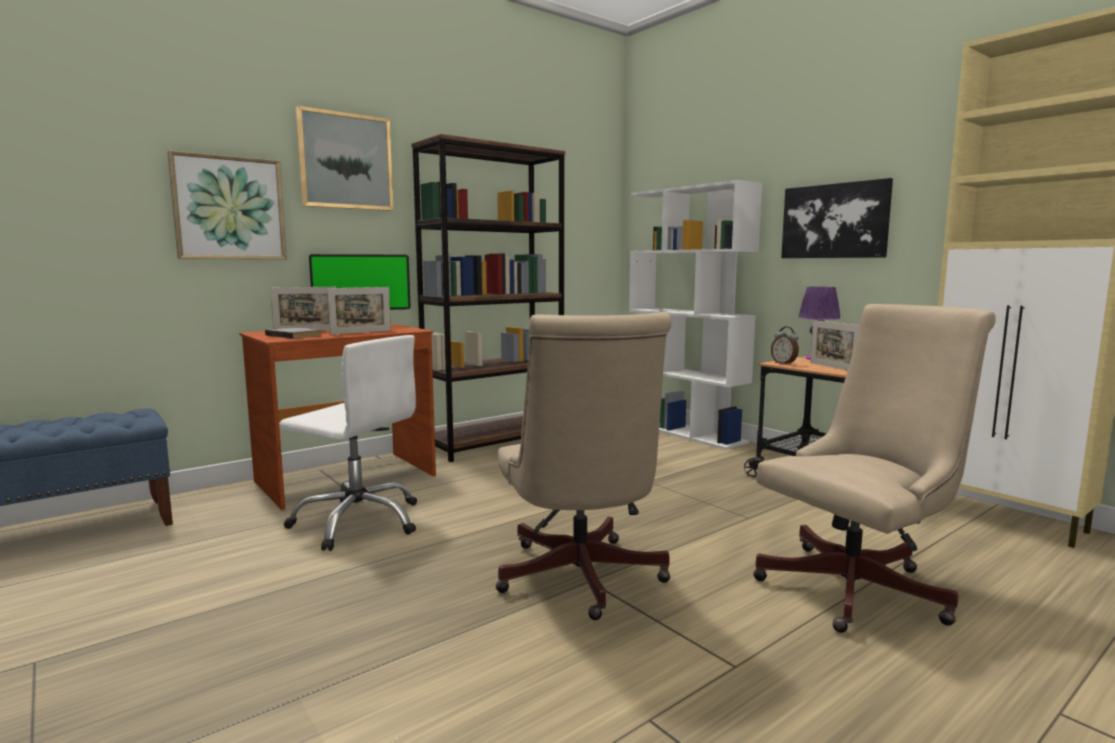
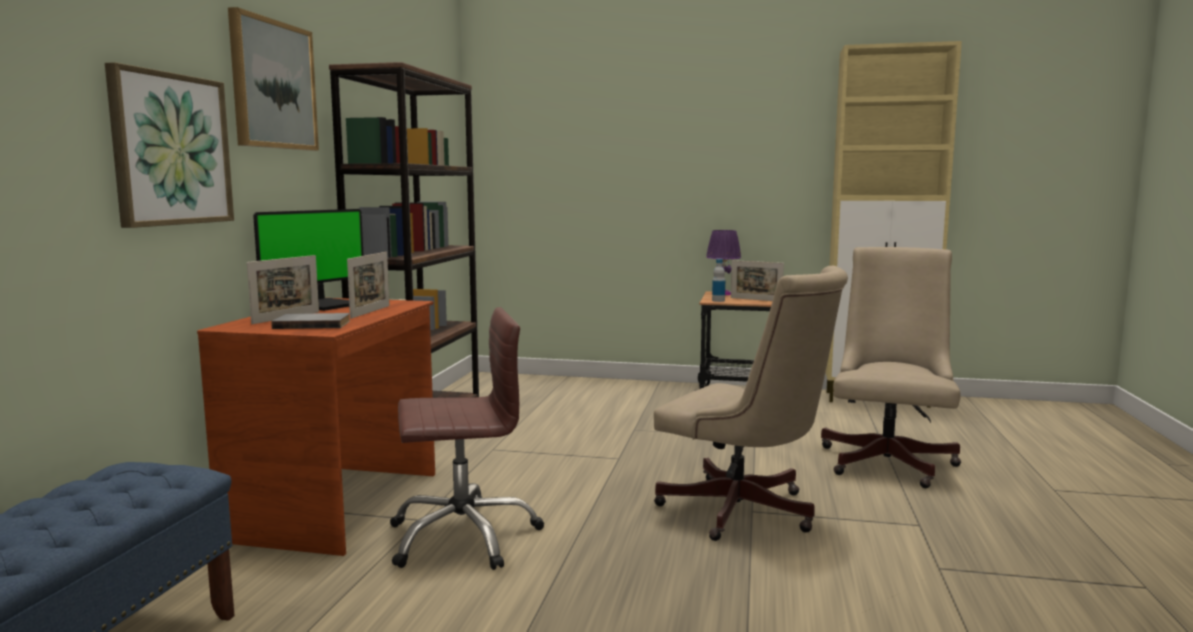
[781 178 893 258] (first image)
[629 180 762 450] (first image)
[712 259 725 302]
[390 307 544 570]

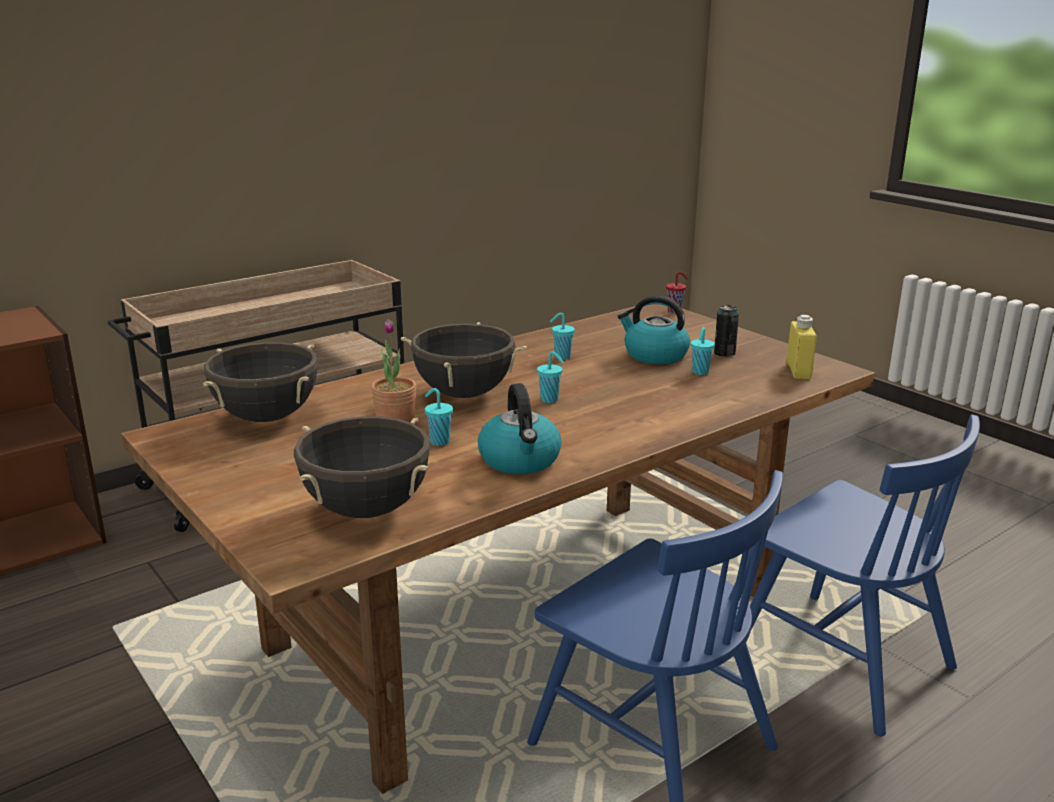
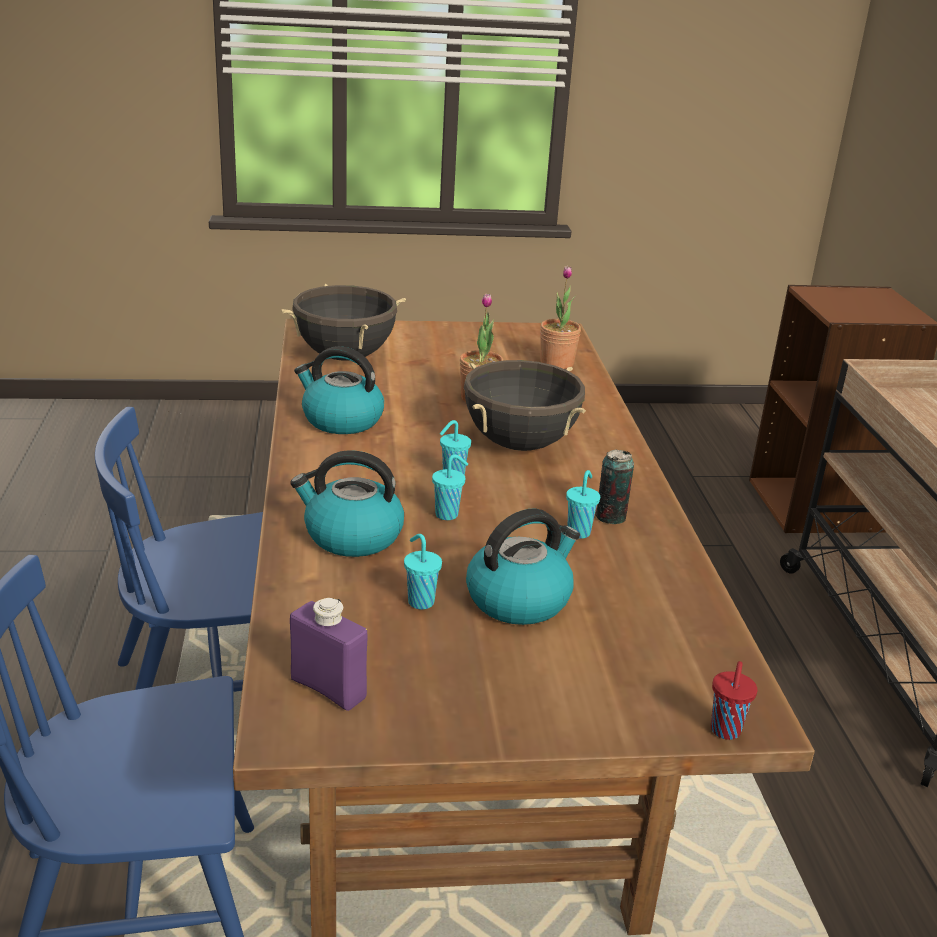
[595 449 634 524]
[290 598 367 711]
[540 266 581 369]
[432 454 468 520]
[290 450 404 557]

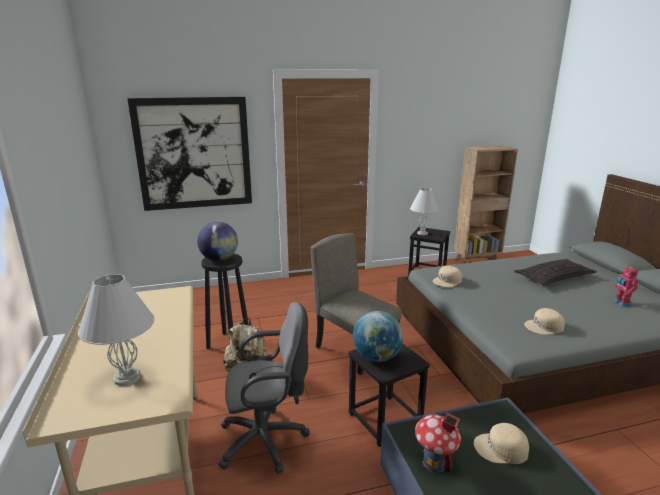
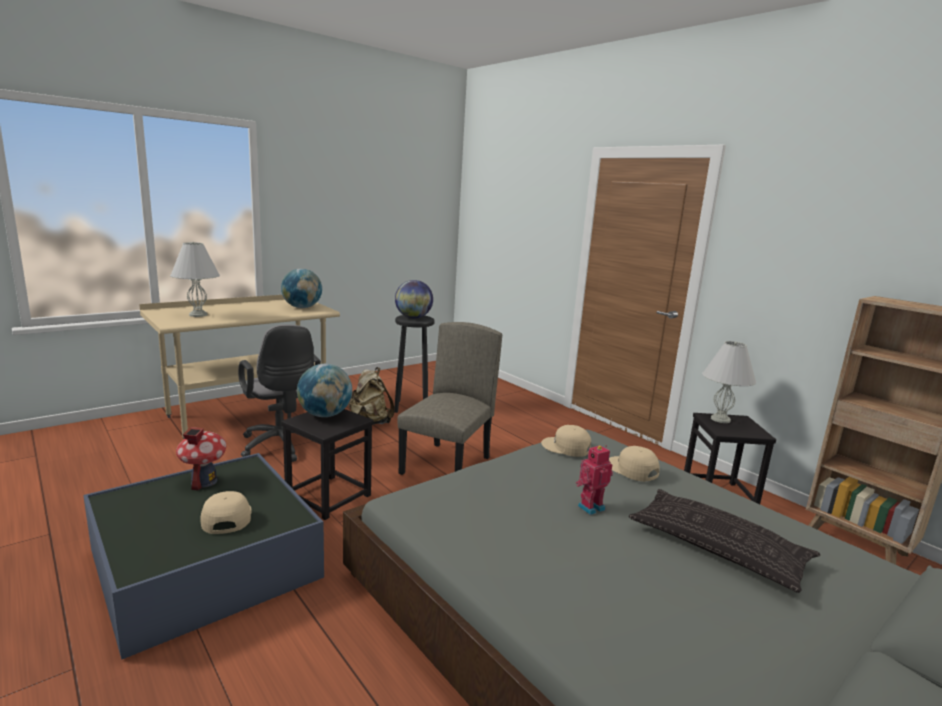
[128 97 252 211] (first image)
[576 445 613 515]
[609 446 659 482]
[281 268 322 308]

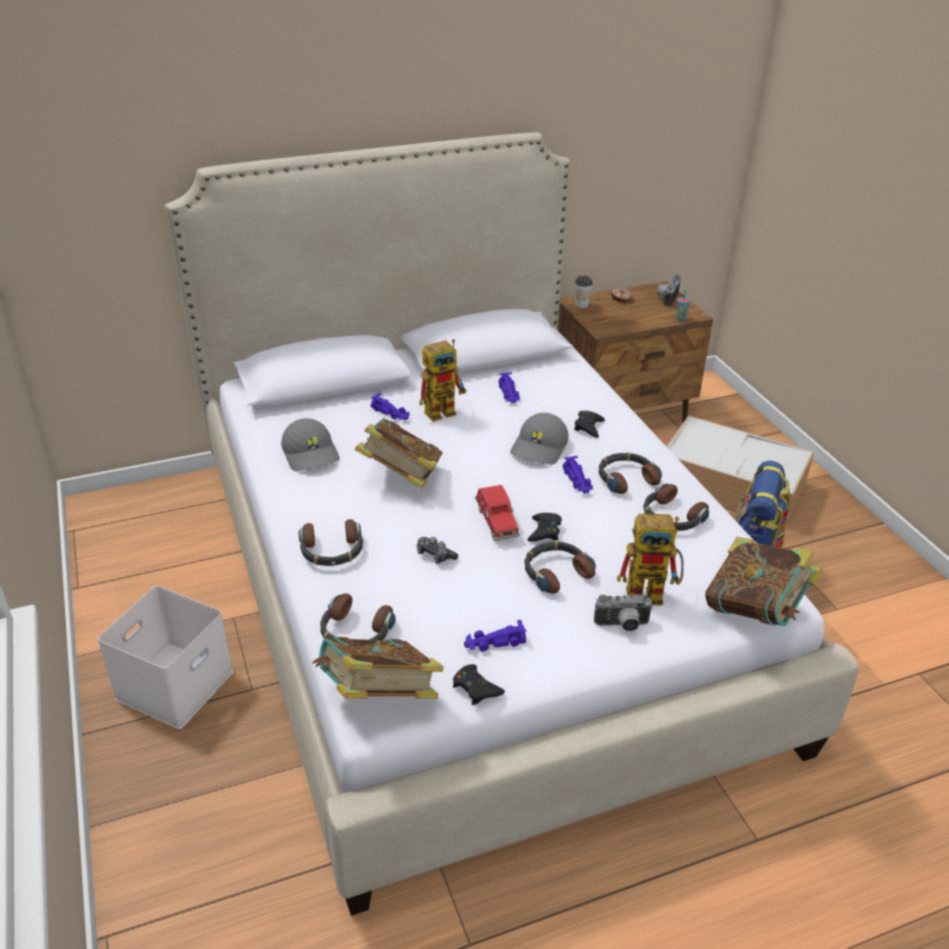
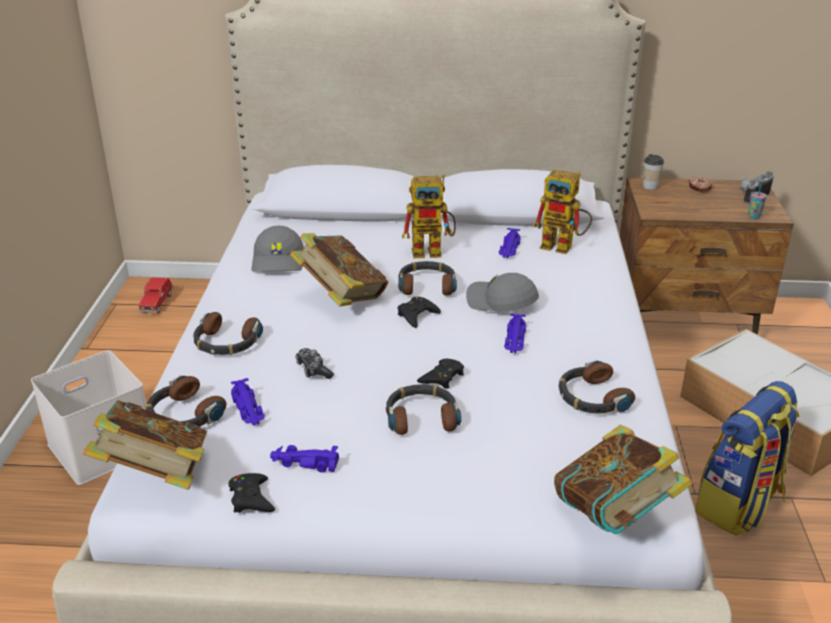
[231 378 265 425]
[398 296 441 328]
[466 273 539 312]
[398 261 457 296]
[138 277 174 313]
[533 169 592 254]
[594 594 653 632] (first image)

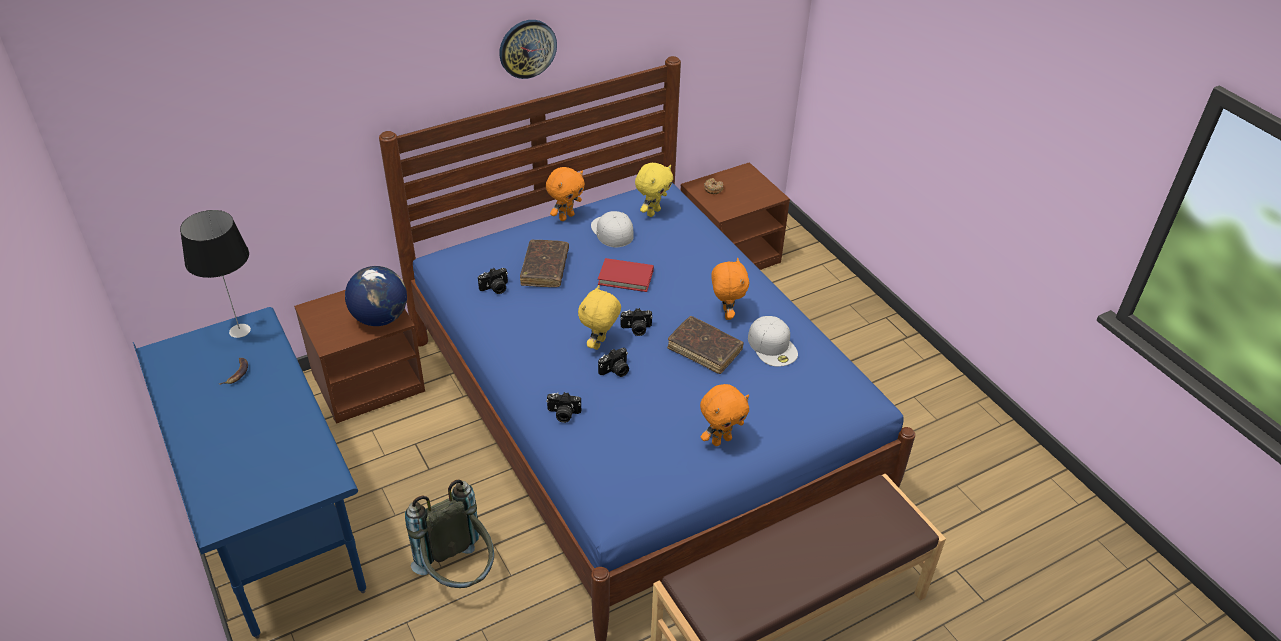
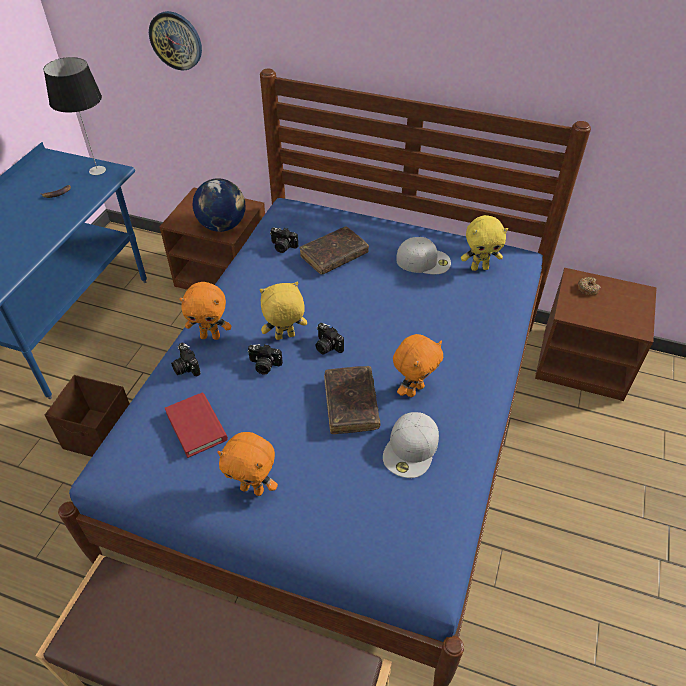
[149 11 202 70]
[179 282 231 340]
[396 237 451 274]
[165 392 228 458]
[45 375 130 457]

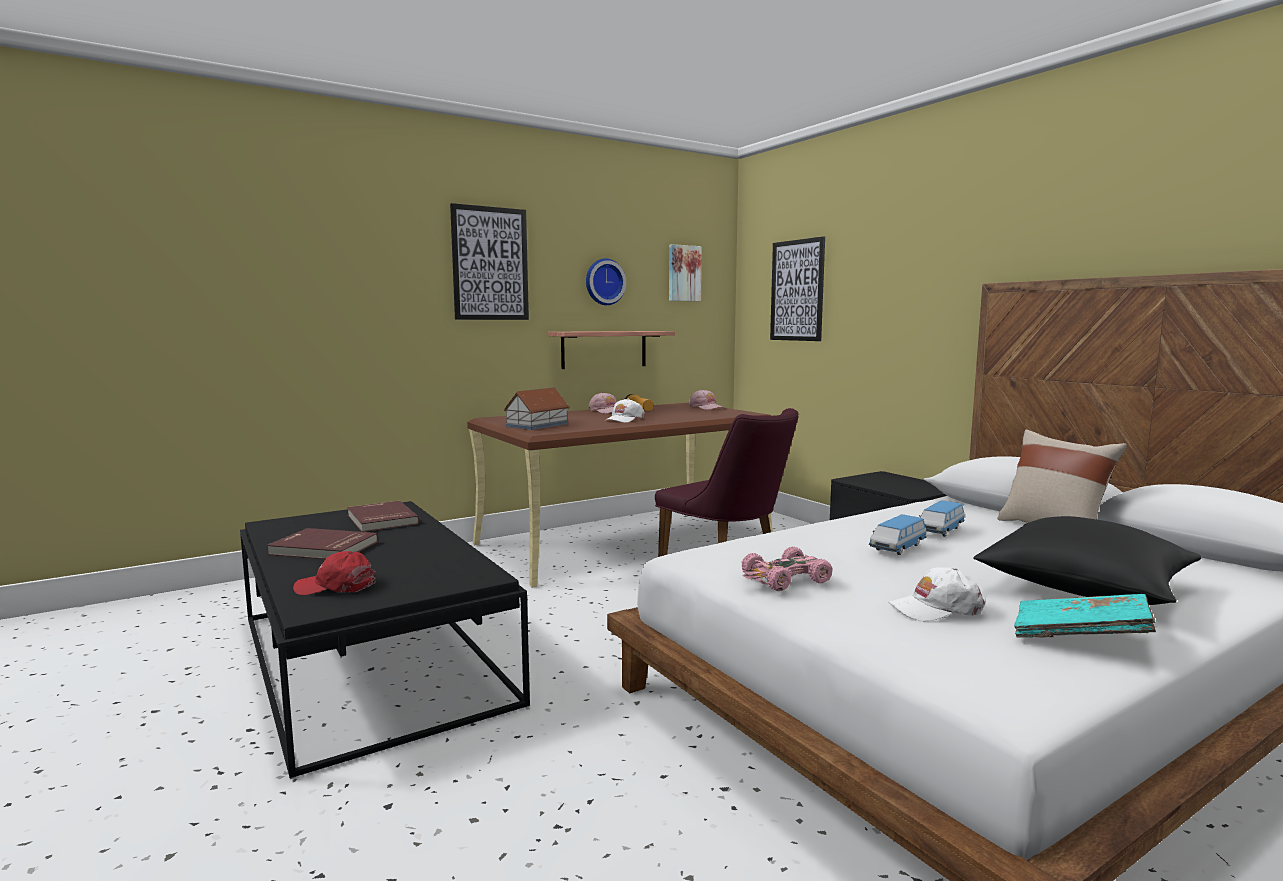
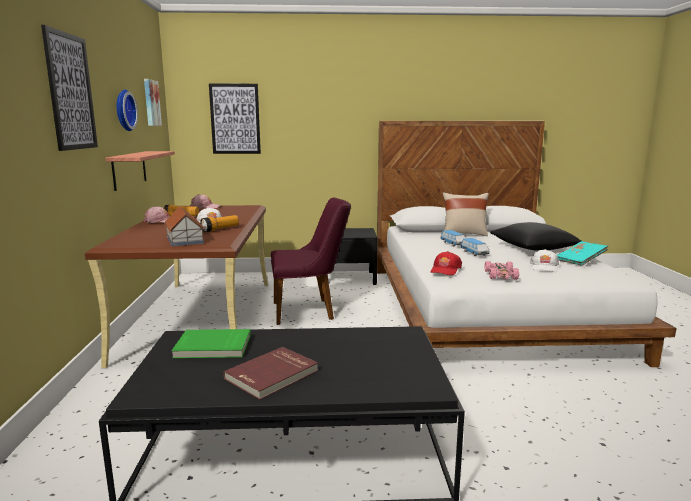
[171 329 251 358]
[430 251 462 275]
[200 215 239 232]

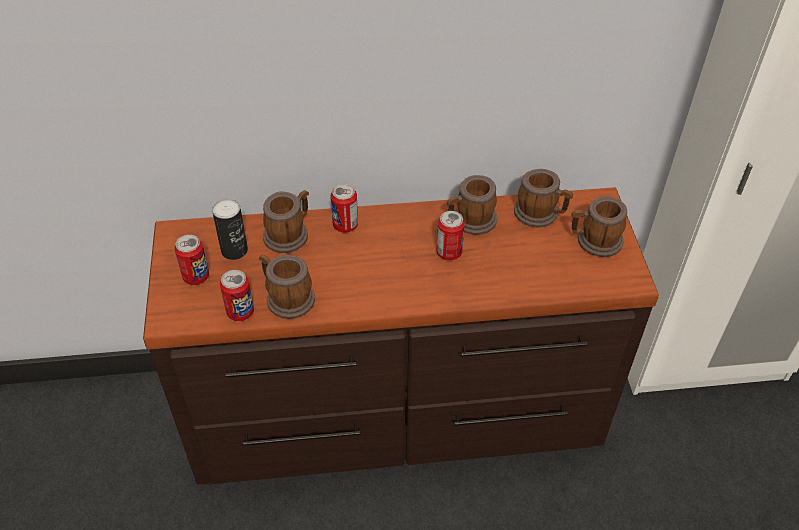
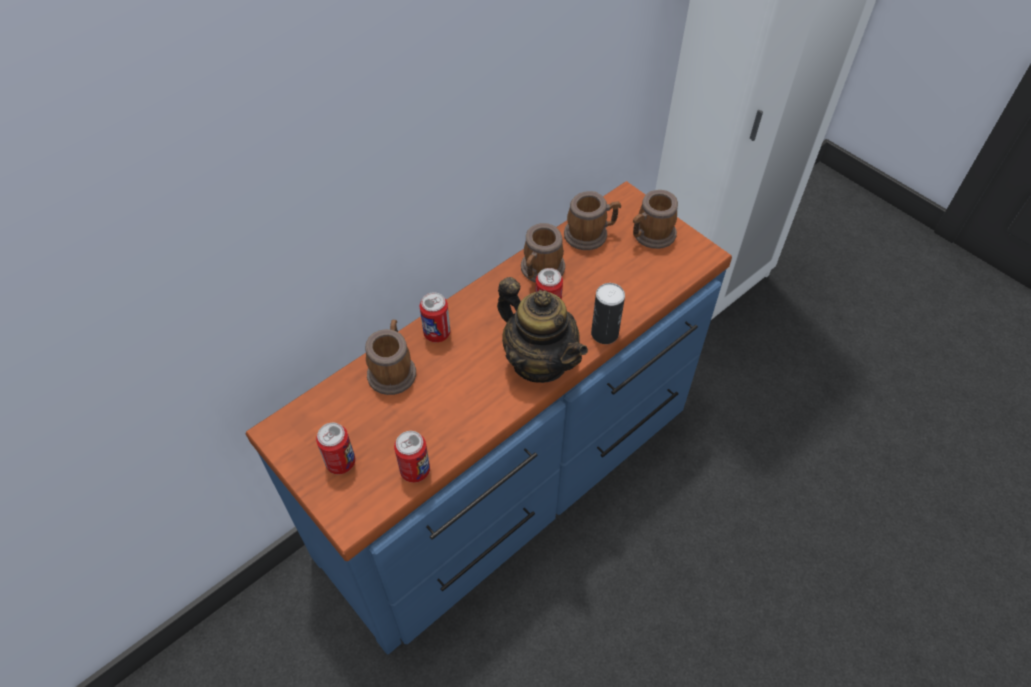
[246 181 732 655]
[591 283 625 344]
[259 255 315 319] (first image)
[497 277 588 383]

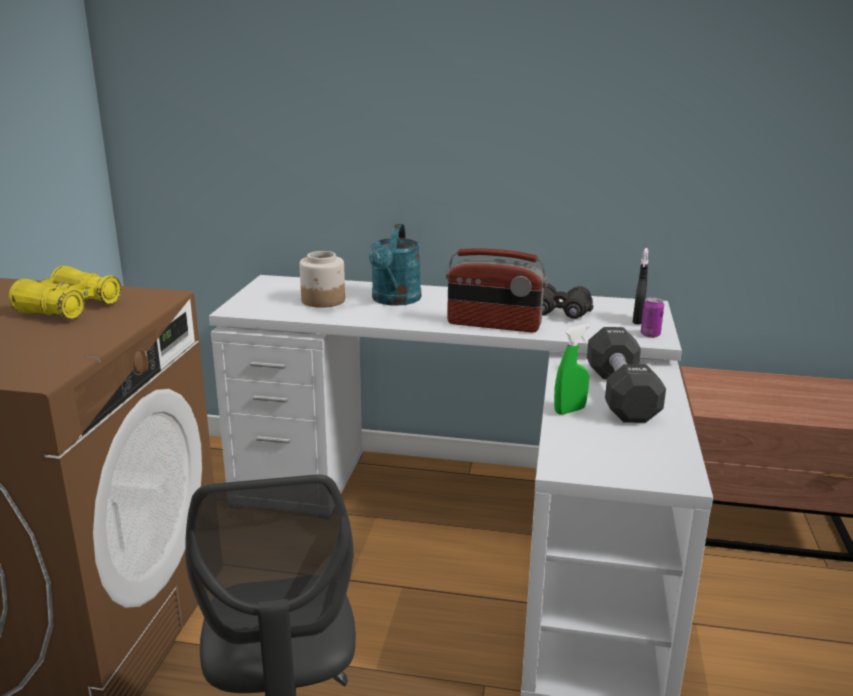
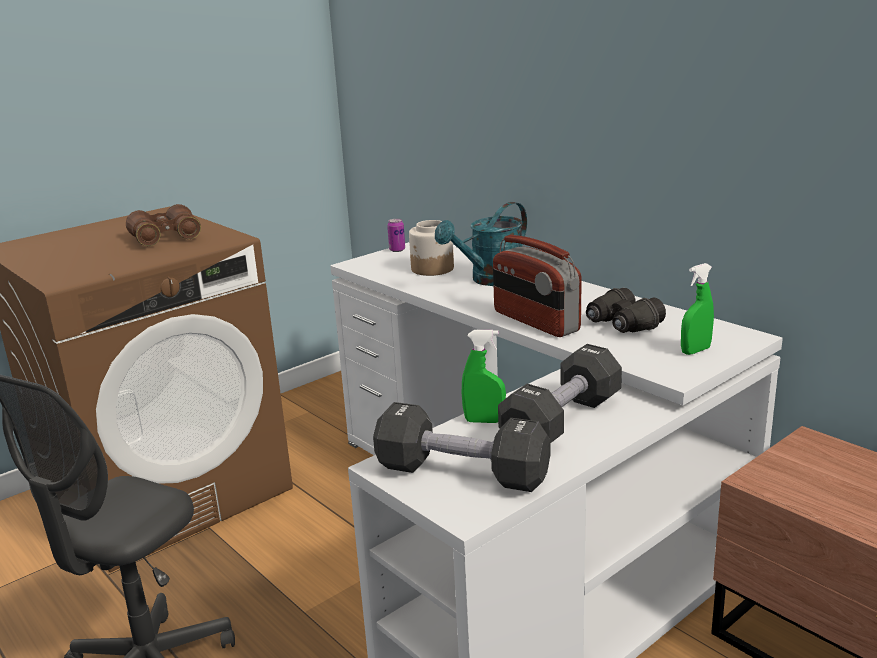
[681 263 714 355]
[126 204 201 246]
[387 219 405 252]
[373 402 550 492]

